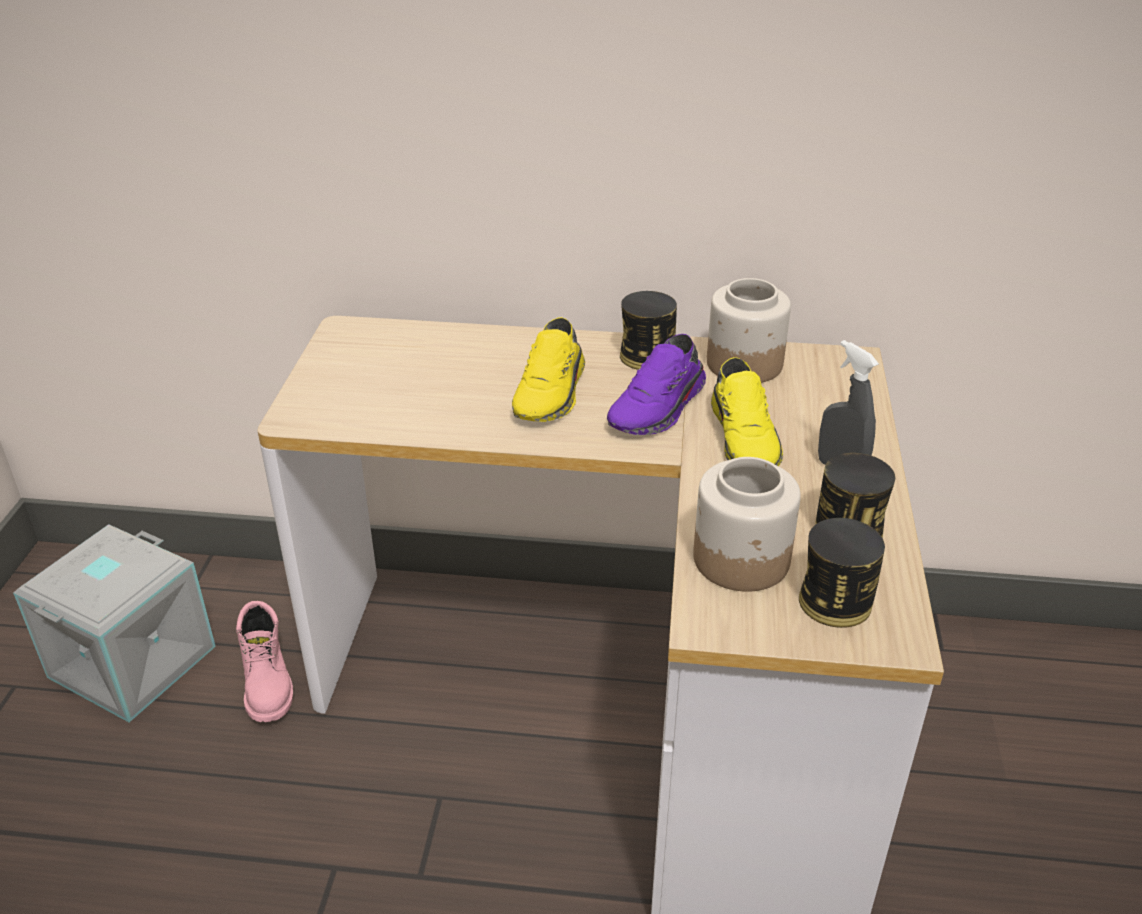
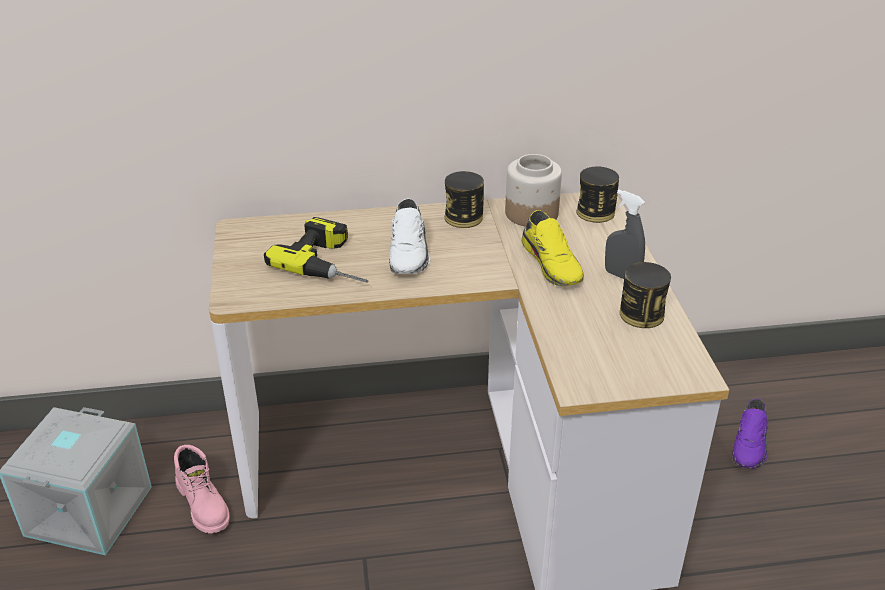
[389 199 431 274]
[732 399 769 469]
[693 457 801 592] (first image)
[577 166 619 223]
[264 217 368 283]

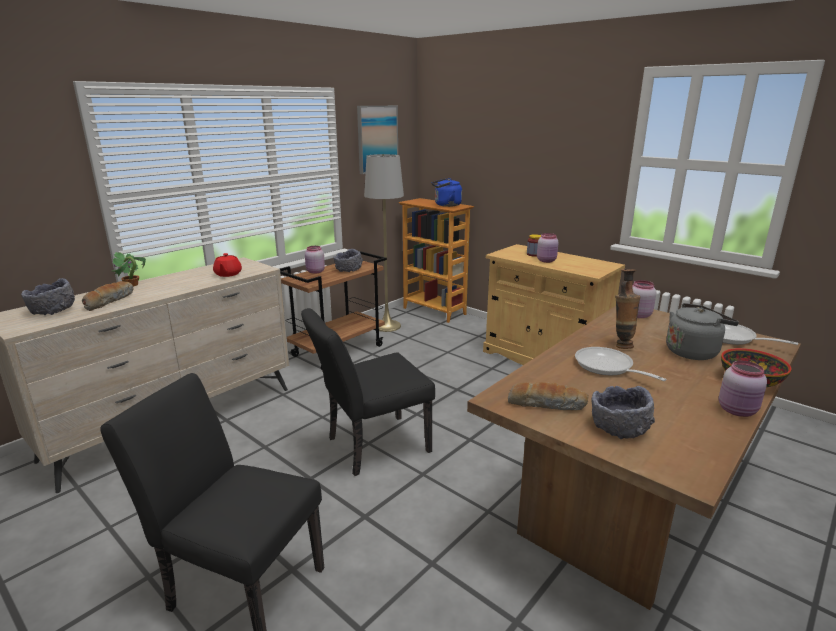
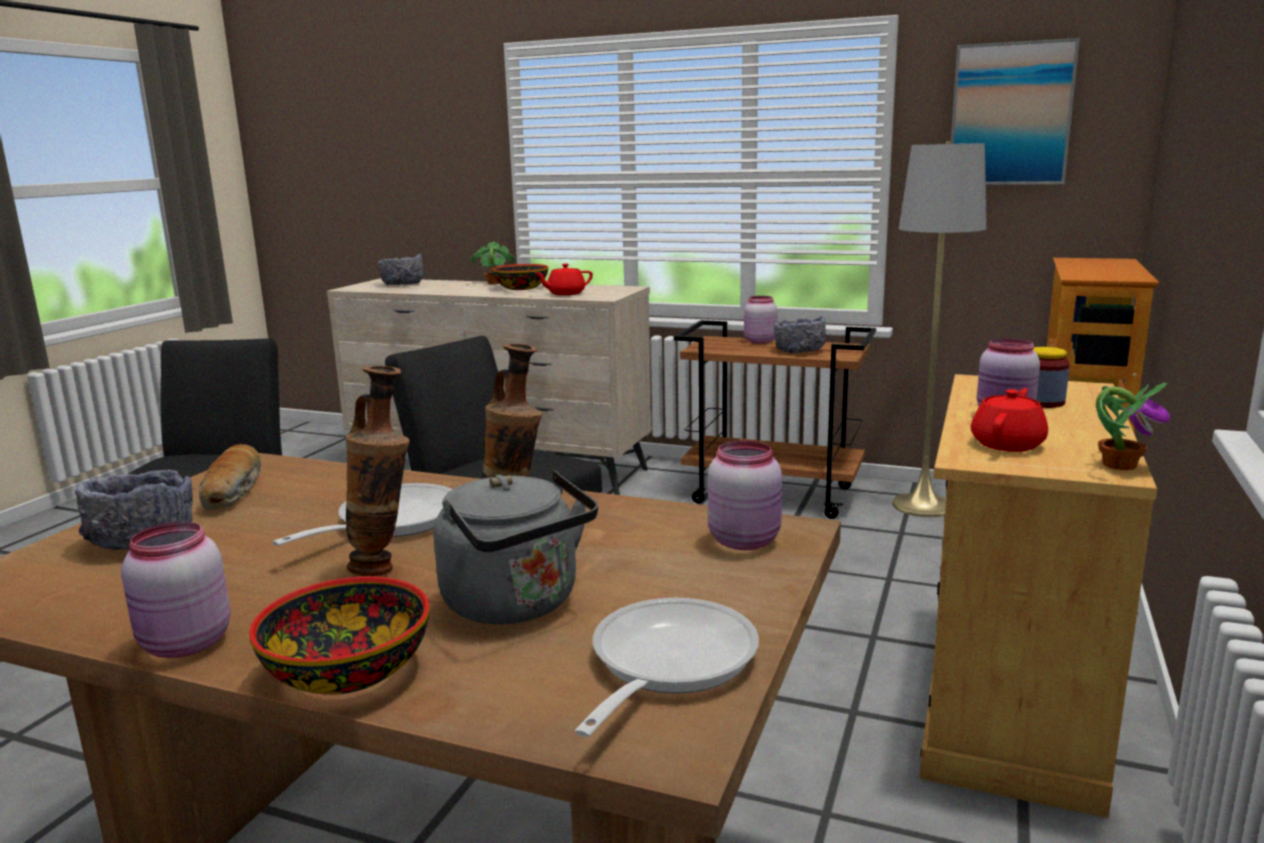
[432 178 462 207] (first image)
[82 281 134 311] (first image)
[492 264 548 290]
[345 366 410 576]
[1096 382 1170 470]
[971 388 1048 452]

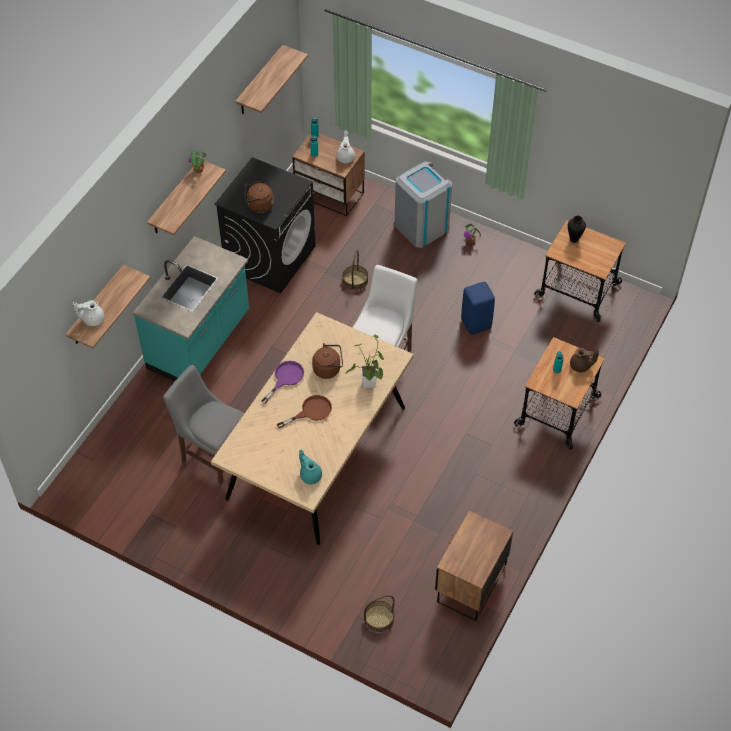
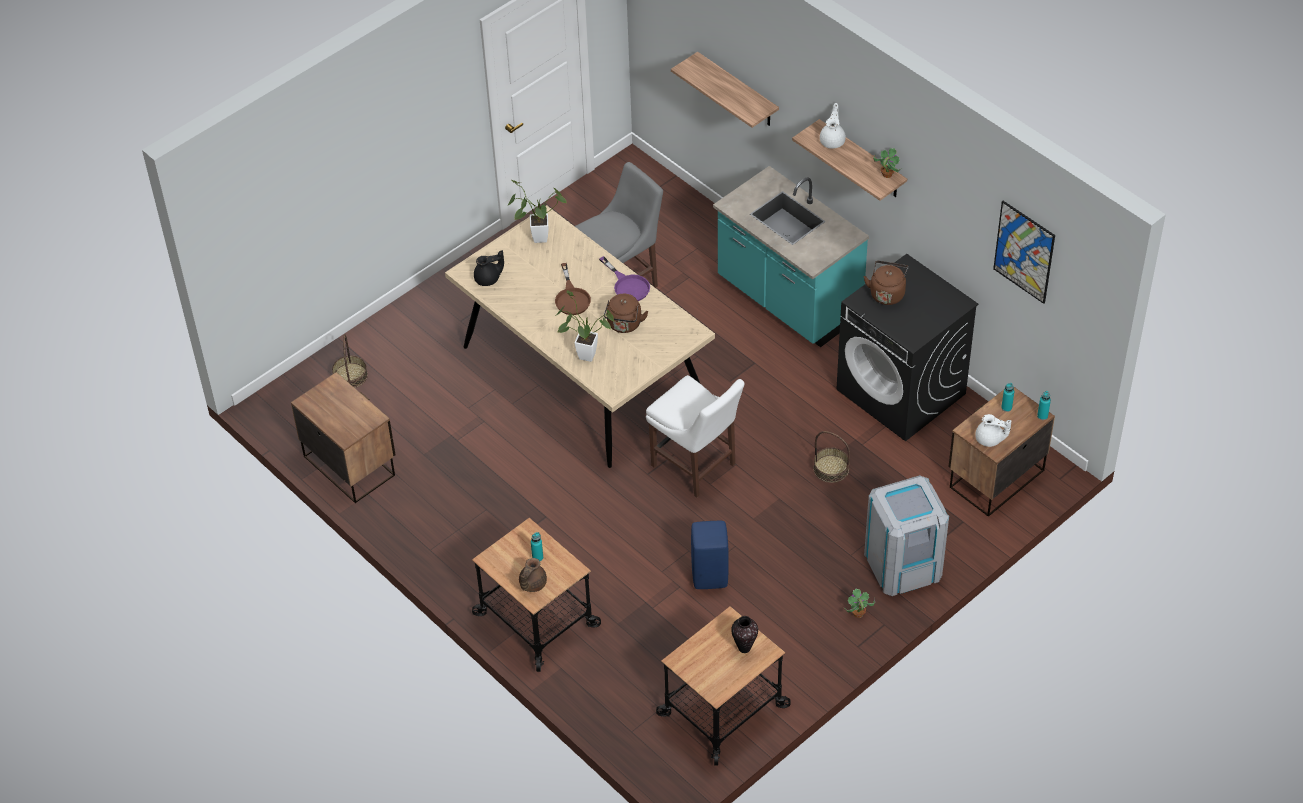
[993 201 1055 304]
[820 103 846 149]
[474 250 504 286]
[507 180 567 243]

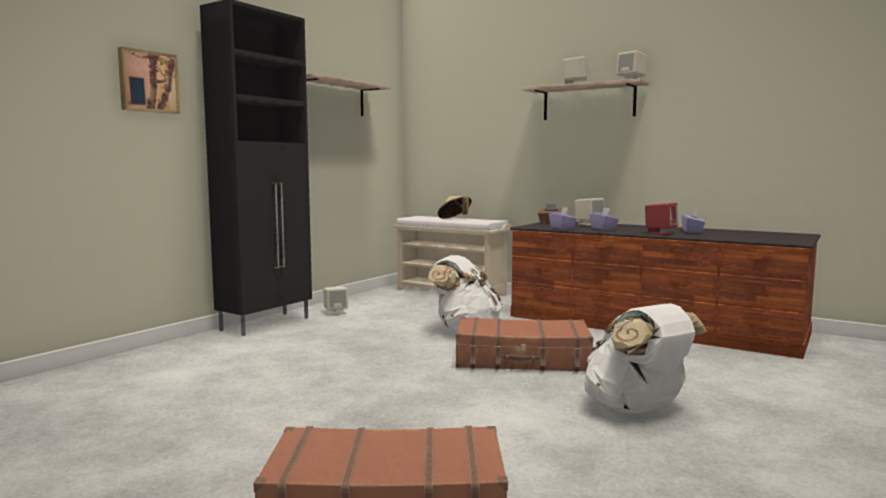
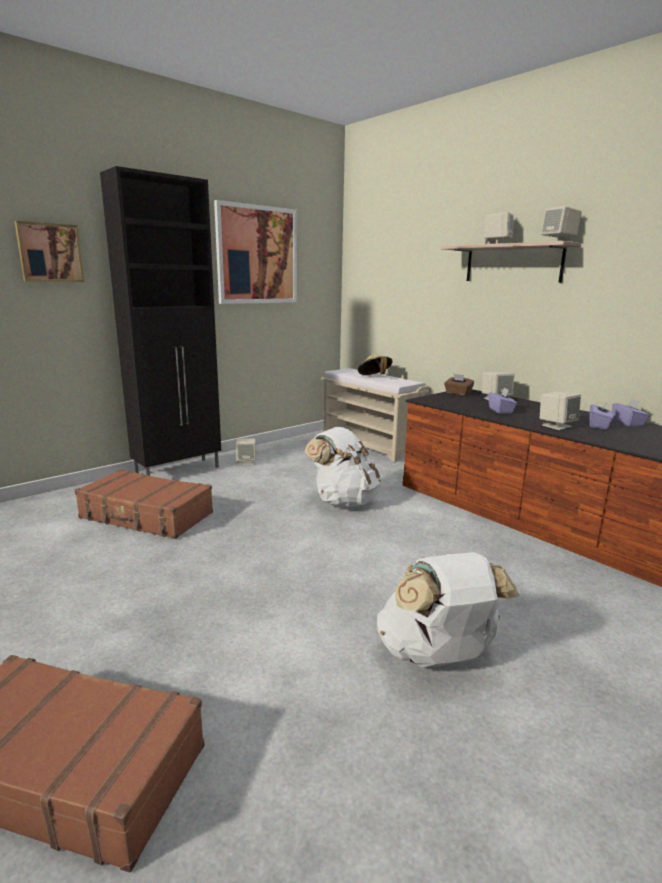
[214 200 297 304]
[540 392 581 430]
[612 398 650 427]
[74 469 213 539]

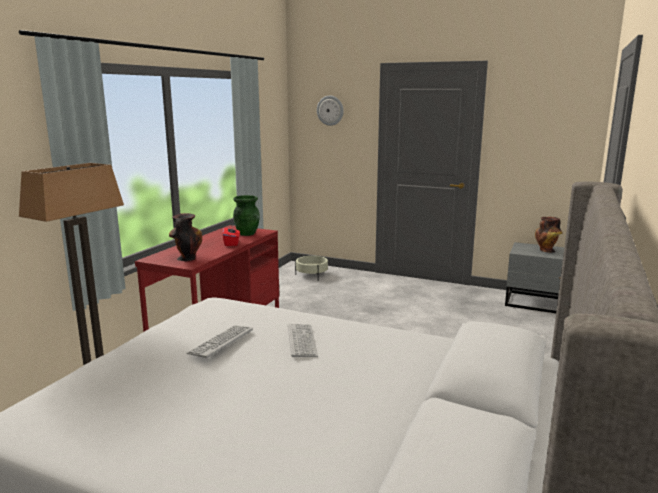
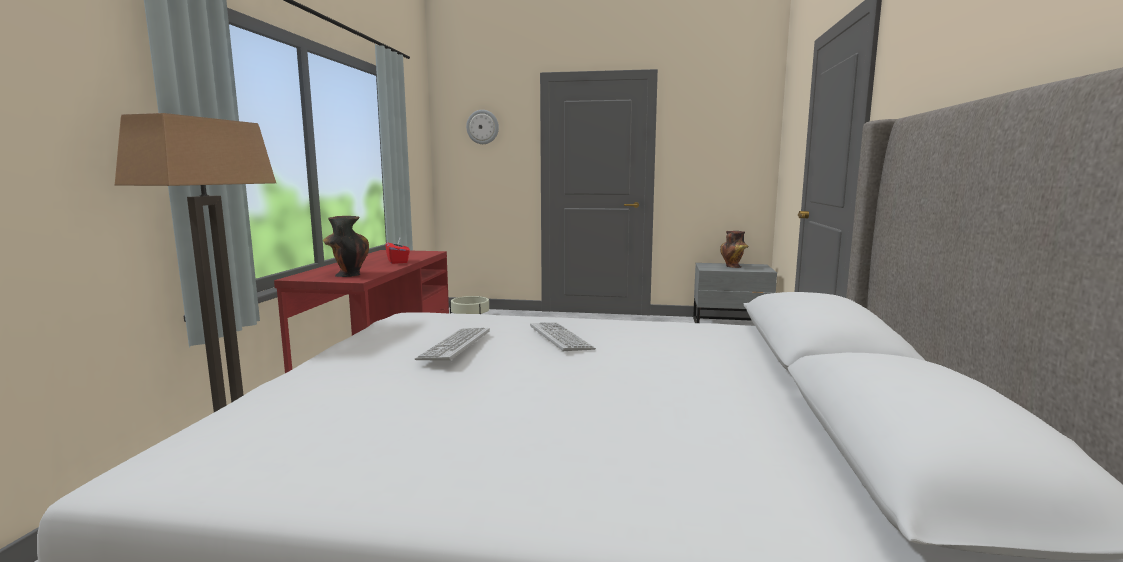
[233 195 260 236] (first image)

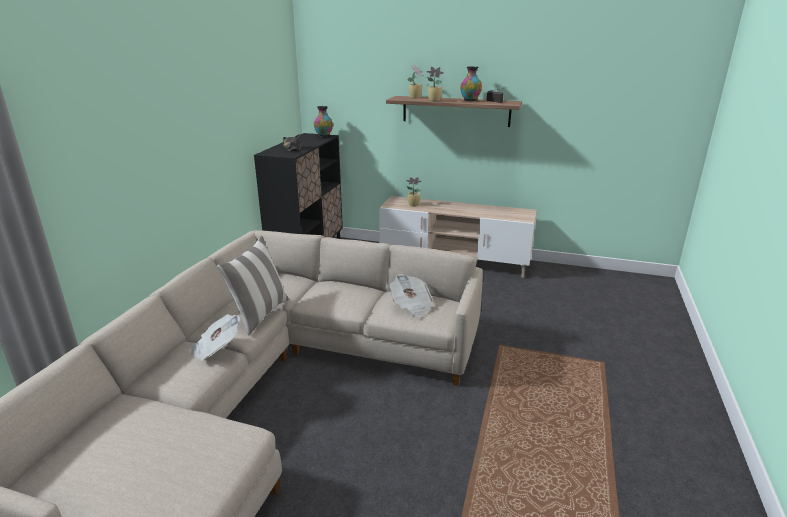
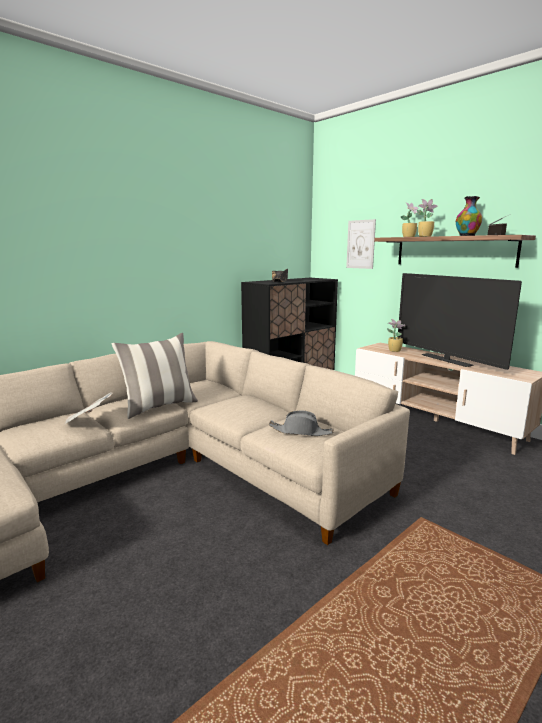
[314 106 333 137] (first image)
[269 411 334 436]
[346 219 376 269]
[398 273 522 370]

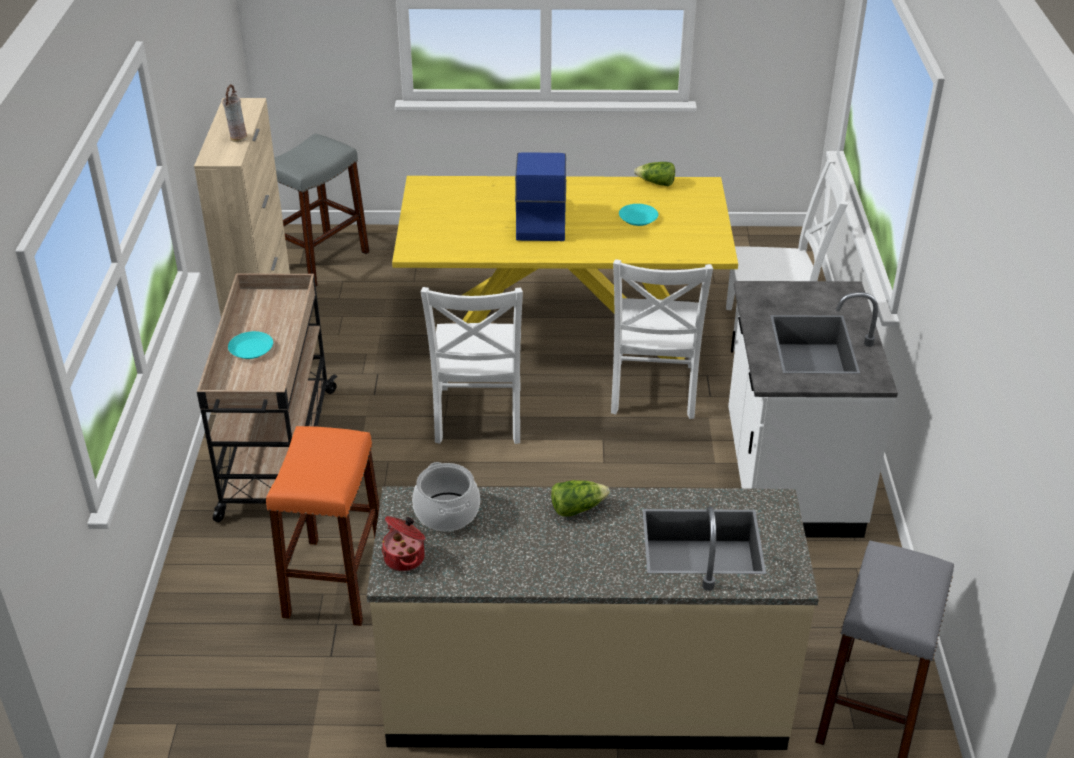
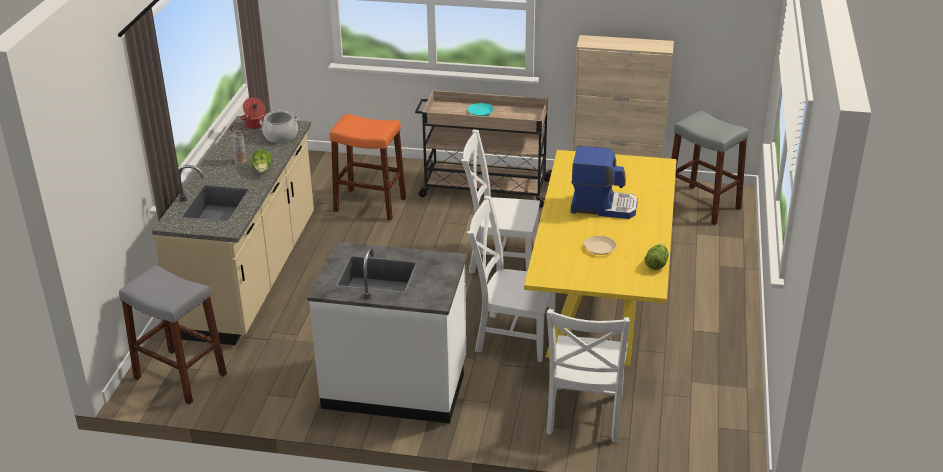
[230 124 247 164]
[584 236 616 255]

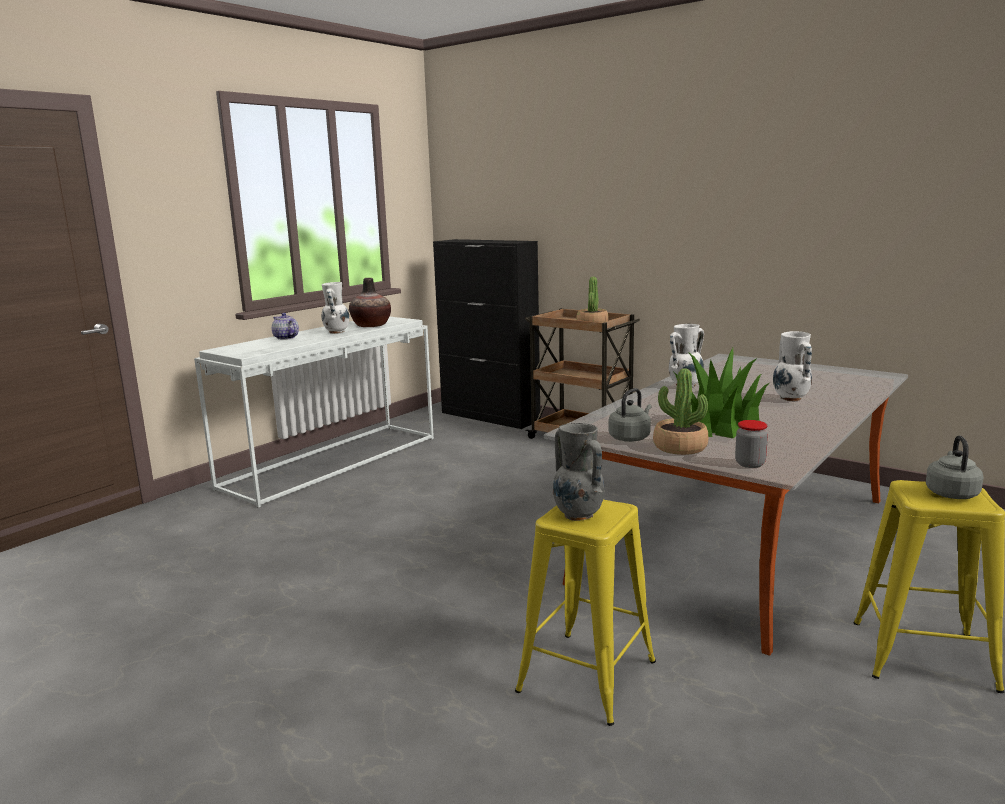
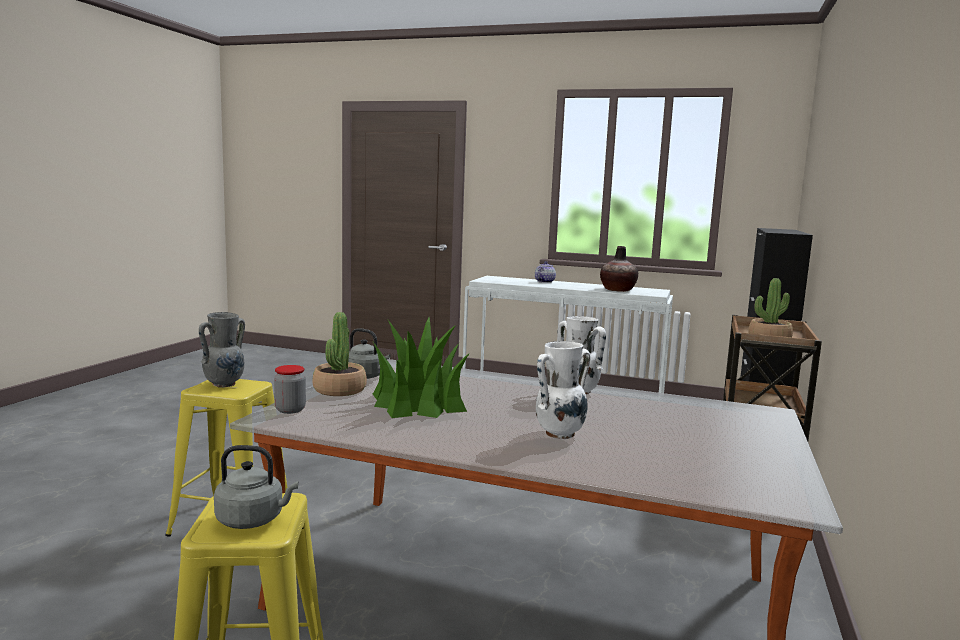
[322 282 349 334] (first image)

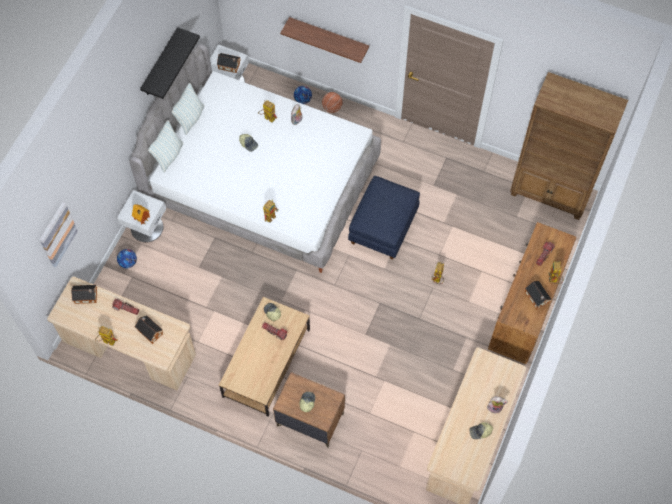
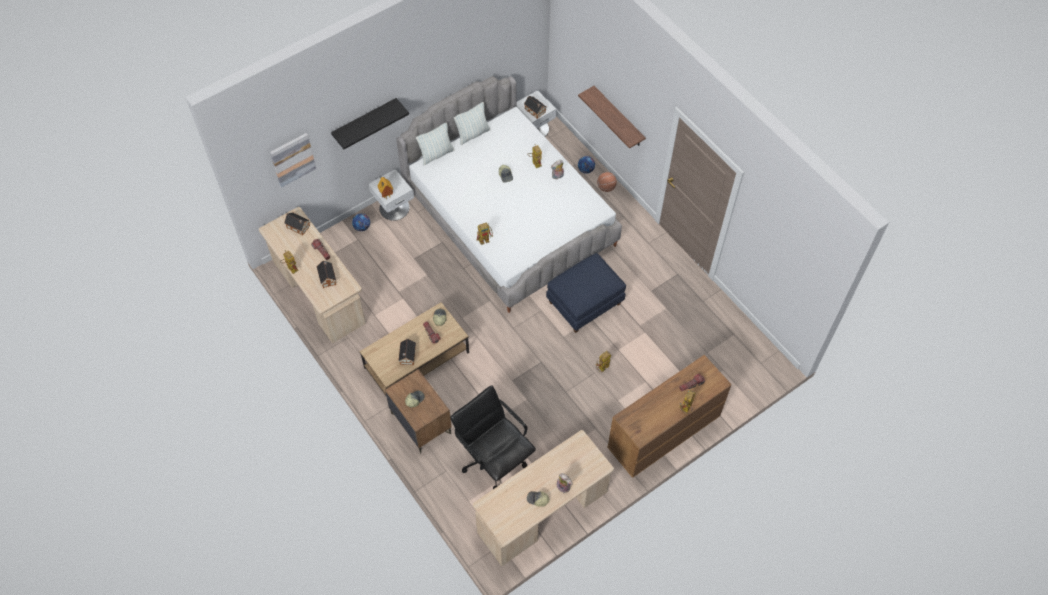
[331 98 409 149]
[510 72 628 220] (first image)
[398 339 416 365]
[450 385 536 489]

